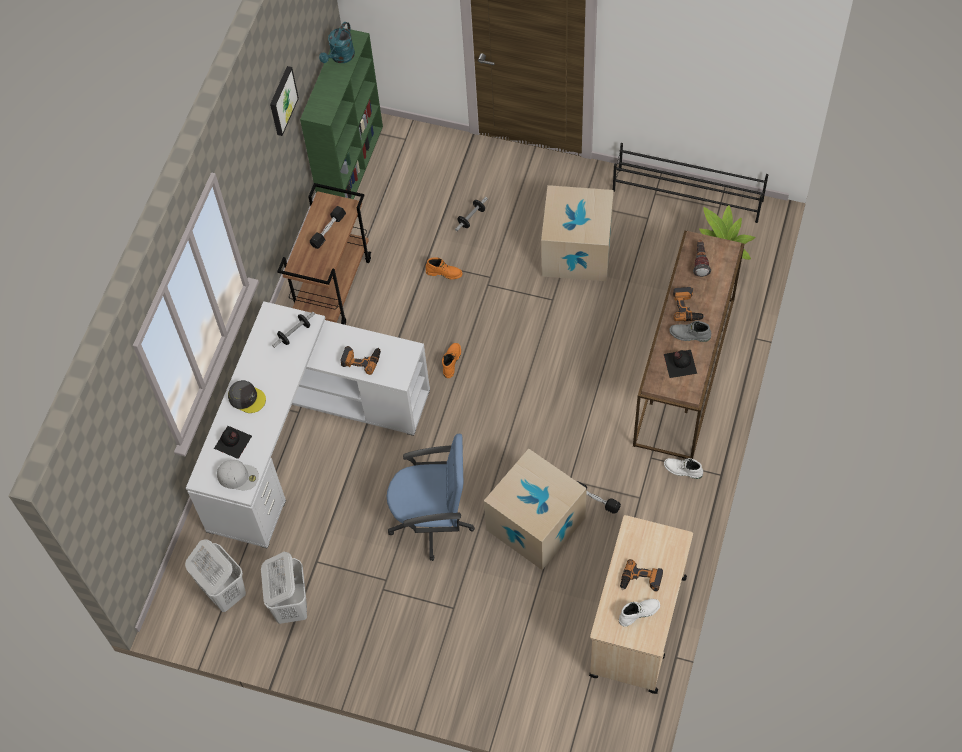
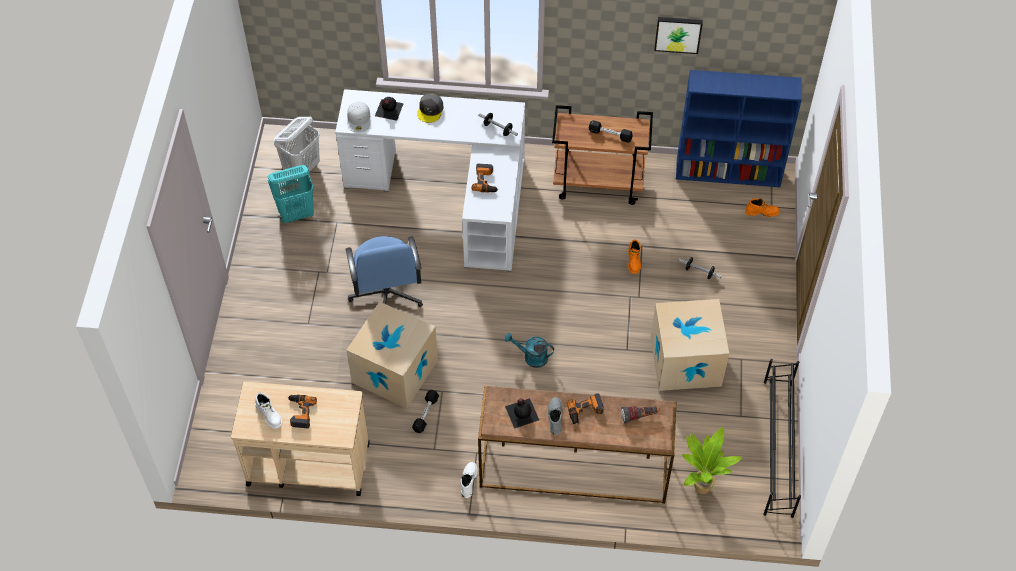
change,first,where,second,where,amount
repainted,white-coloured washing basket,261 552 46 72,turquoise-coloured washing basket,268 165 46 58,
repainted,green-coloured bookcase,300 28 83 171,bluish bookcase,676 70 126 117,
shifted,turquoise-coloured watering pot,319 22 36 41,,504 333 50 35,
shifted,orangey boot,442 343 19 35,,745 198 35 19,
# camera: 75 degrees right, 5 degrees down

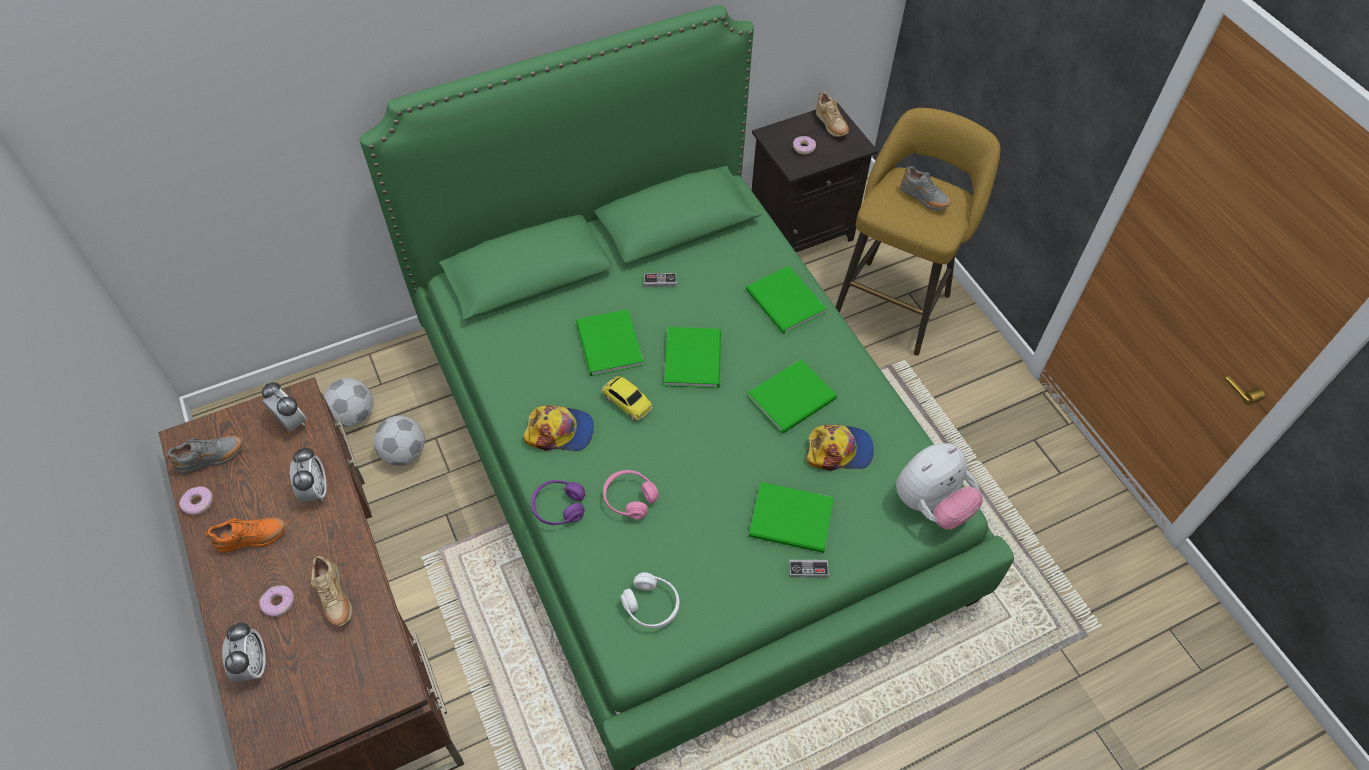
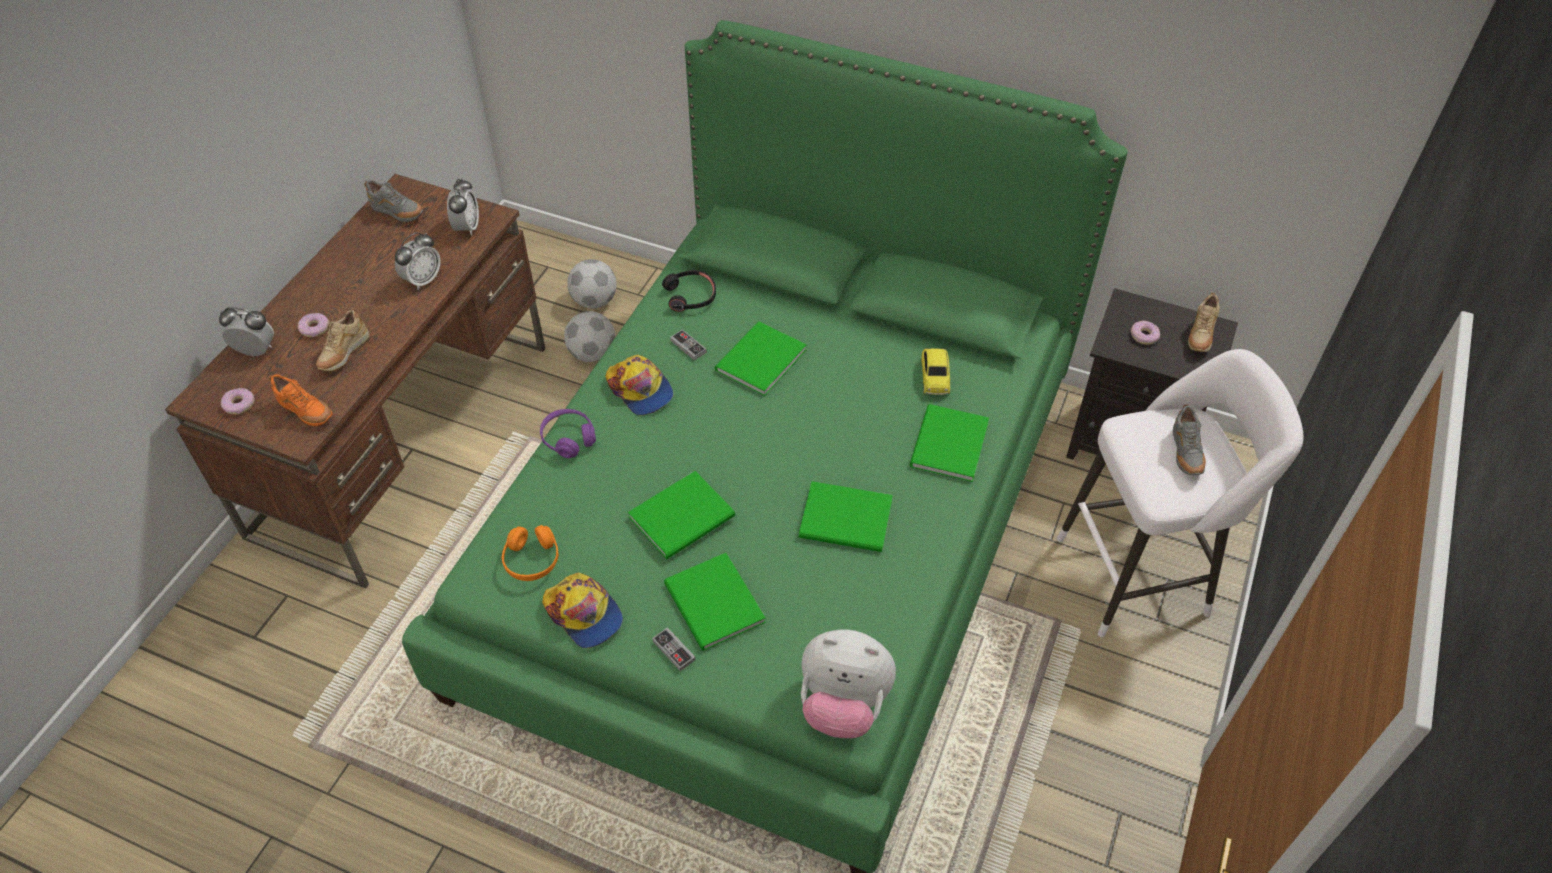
change,first,where,second,where,amount
shifted,donut,179 486 34 29,,221 388 34 27,
shifted,orangey item of footwear,206 517 80 36,,269 374 64 52,
rotated,bedside clock,222 623 44 60,,219 307 55 49,120 degrees counterclockwise
shifted,miniature car,602 376 51 45,,921 348 29 47,
gone,pinkish pair of headphones,603 470 56 49,,,
repainted,white-coloured pair of headphones,621 572 58 56,orangey pair of headphones,501 525 58 56,
shifted,joypad,644 273 33 14,,670 330 37 31,
shifted,green-coloured book,664 327 57 61,,628 471 107 88,
shifted,baseball cap,806 424 68 47,,542 572 81 76,
repainted,yellow sitting stool,836 108 165 248,white-coloured sitting stool,1057 349 247 288,
new,,,blackish pair of headphones,662 270 54 42,
# camera: 50 degrees right, 5 degrees down

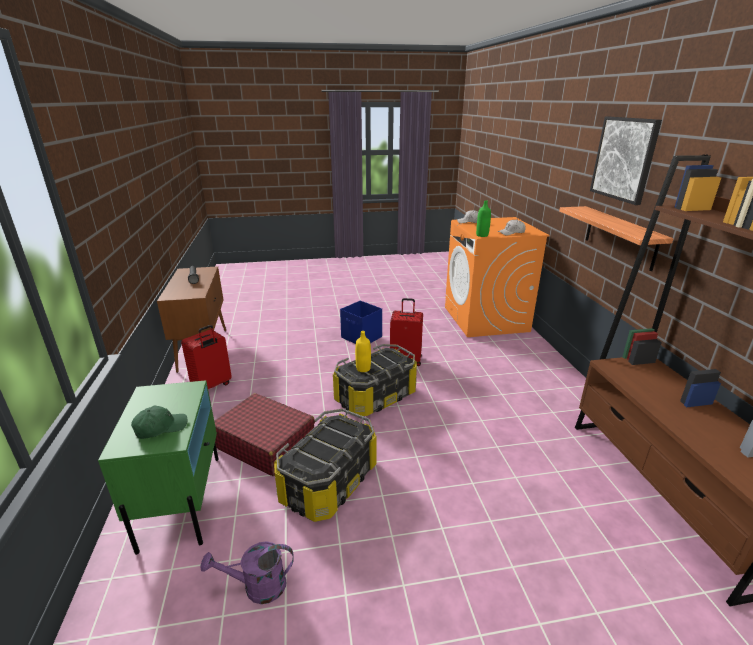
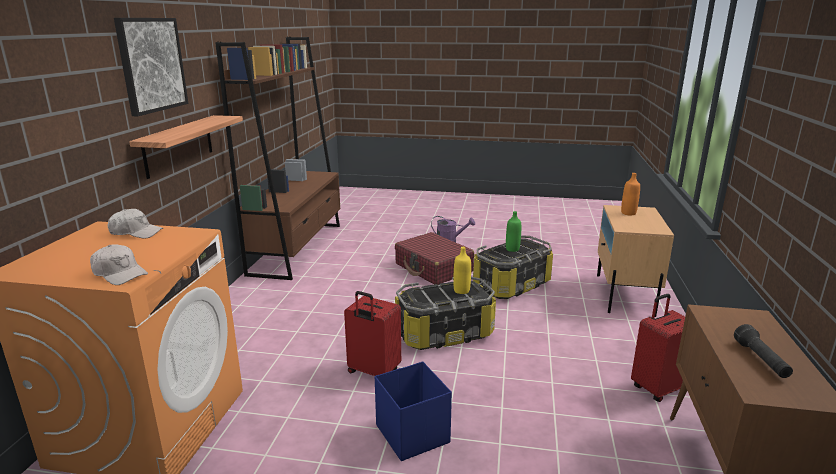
change,first,where,second,where,amount
repainted,green-coloured night table,98 380 121 175,sand-coloured night table,597 205 77 112,
swapped,green-coloured baseball cap,131 406 56 33,orangey bottle,621 173 19 42,
shifted,purplish watering pot,201 541 93 63,,431 216 44 26,
shifted,red suitcase,214 393 101 83,,395 232 79 53,
shifted,green-coloured bottle,476 200 15 37,,506 211 15 41,
# camera: 160 degrees left, 5 degrees down

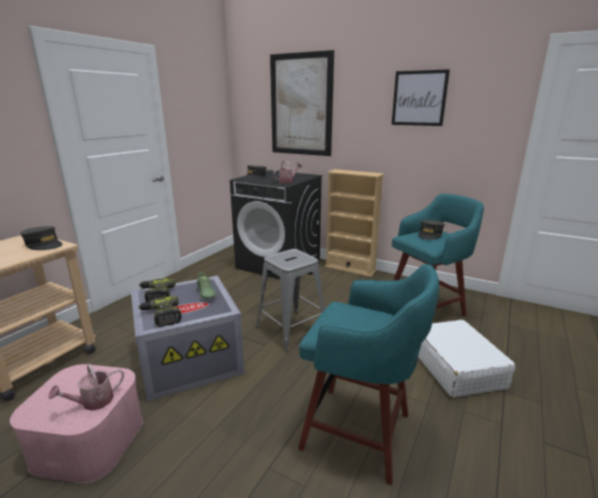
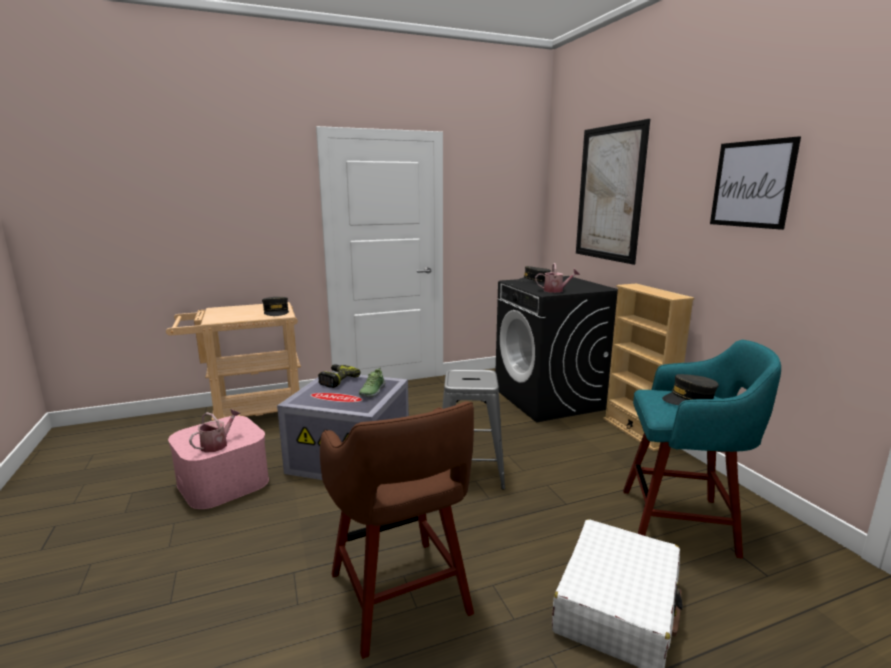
change,first,where,second,where,amount
rotated,watering pot,48 364 76 47,,189 409 52 44,120 degrees clockwise
gone,electric drill,138 296 44 31,,,
repainted,turquoise-coloured sitting stool,298 264 141 221,brown sitting stool,320 401 154 258,
# camera: 40 degrees right, 5 degrees down

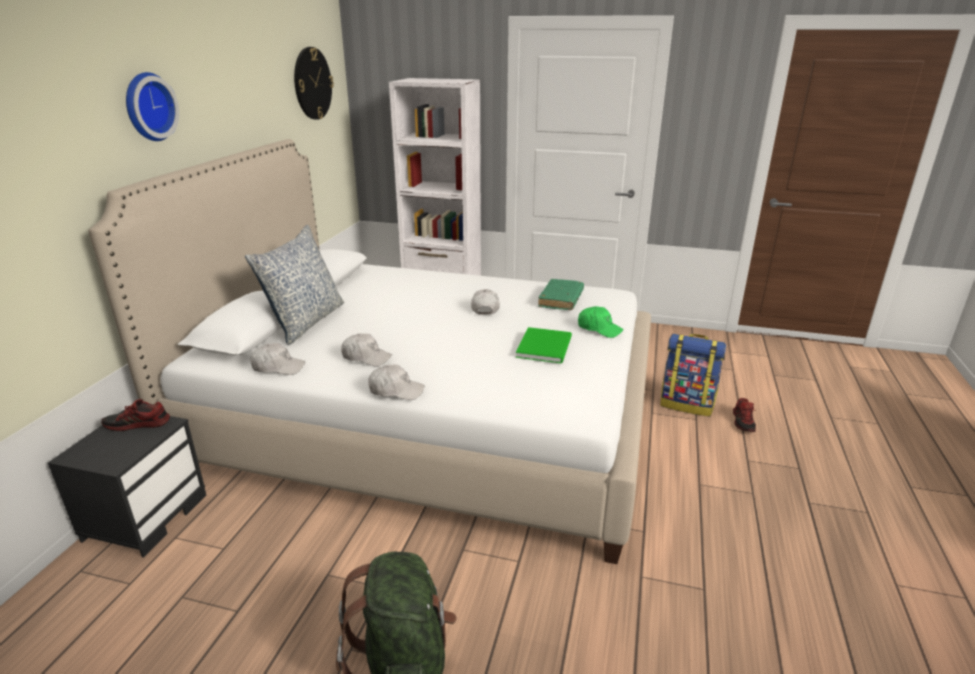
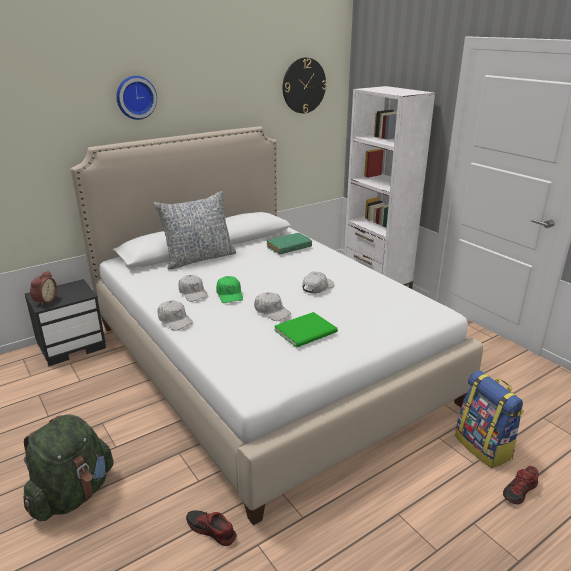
change,first,where,second,where,amount
shifted,item of footwear,101 399 69 32,,186 510 51 36,
shifted,white-coloured baseball cap,250 343 55 32,,254 292 37 29,
shifted,green-coloured book,538 279 46 31,,266 233 46 21,
shifted,green-coloured baseball cap,578 306 46 32,,216 276 27 27,
new,,,bedside clock,30 271 27 35,
# camera: 40 degrees right, 0 degrees up

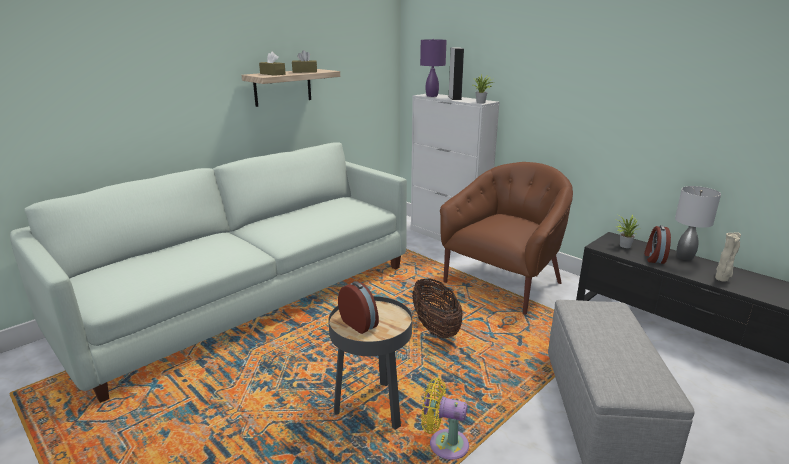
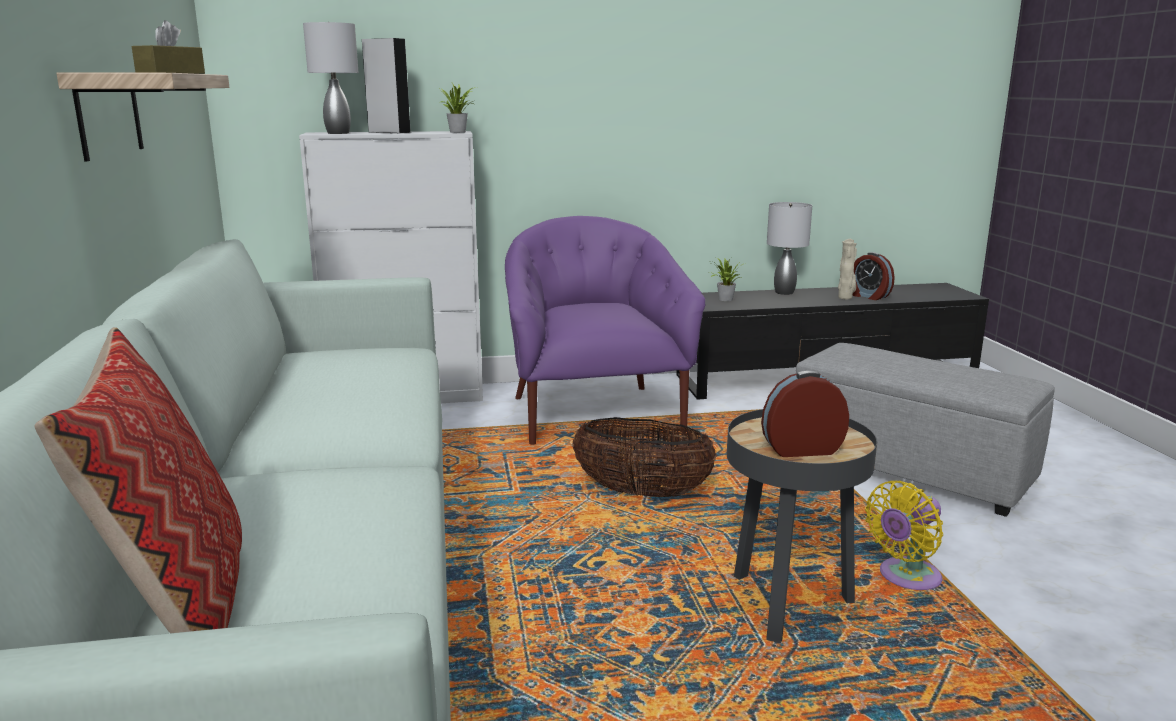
change,first,where,second,where,amount
gone,brown tissue holder,259 52 27 24,,,
repainted,purplish table lamp,420 39 27 58,gray table lamp,303 22 56 112,
repainted,brown lounge chair,440 162 133 153,purplish lounge chair,505 216 200 229,
shifted,bedside clock,644 225 27 39,,852 252 43 48,
new,,,throw pillow,34 327 208 306,
# camera: 55 degrees left, 5 degrees down

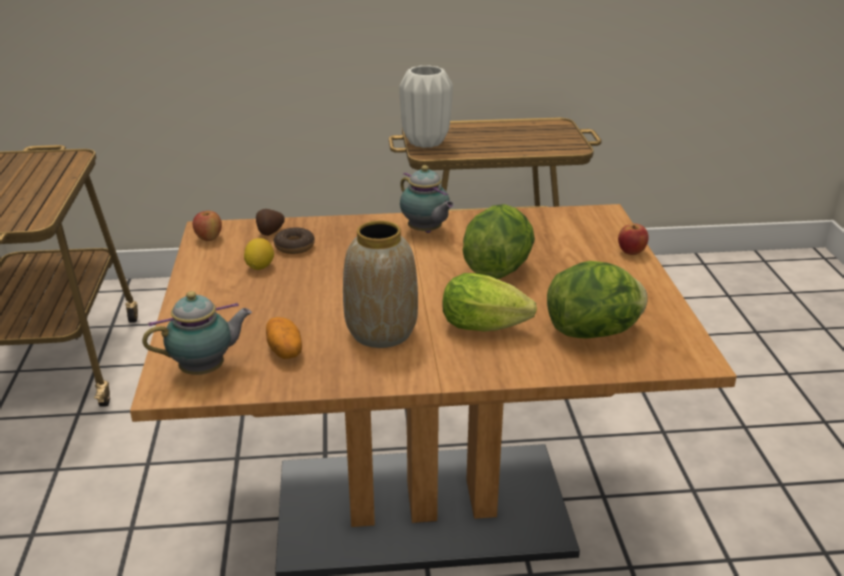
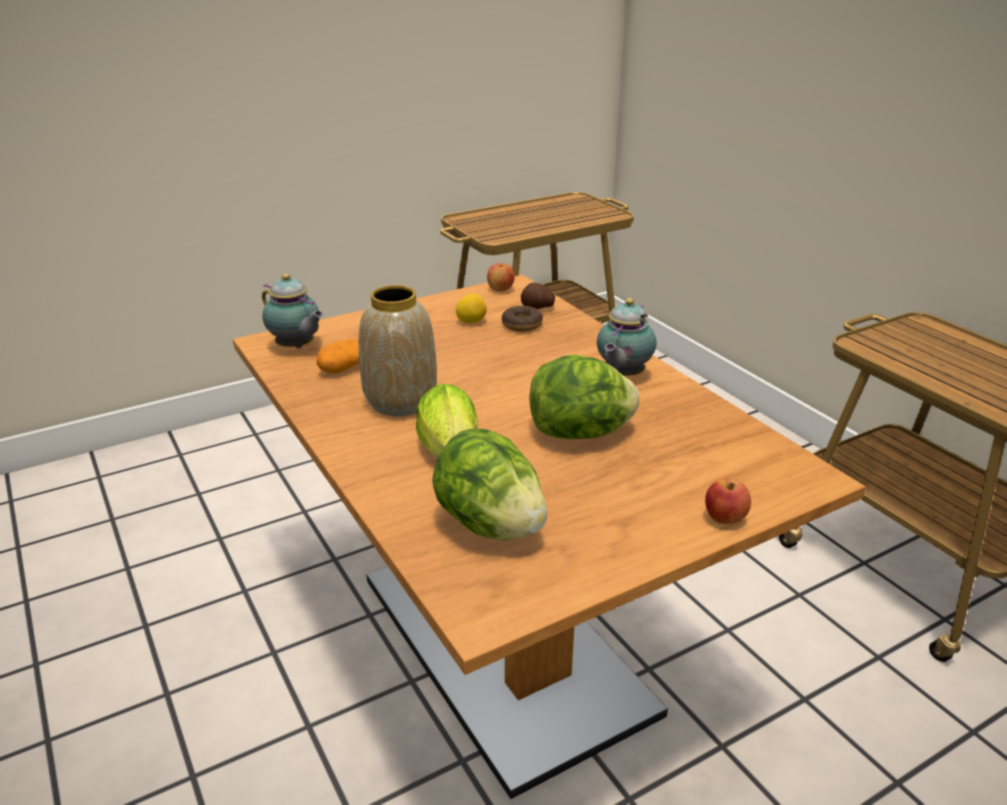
change,first,where,second,where,amount
gone,white-coloured flower vase,399 65 54 83,,,
# camera: 65 degrees right, 0 degrees up

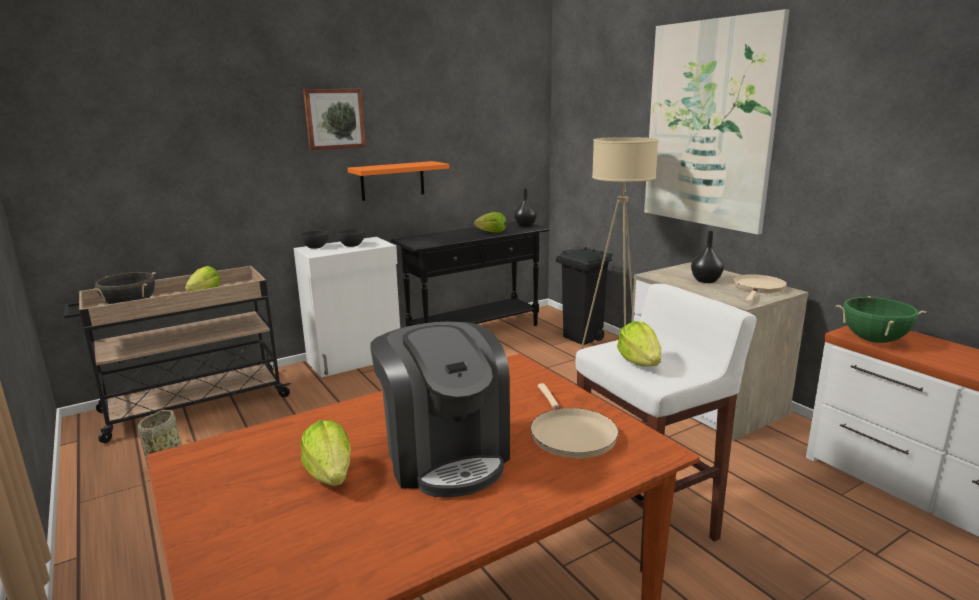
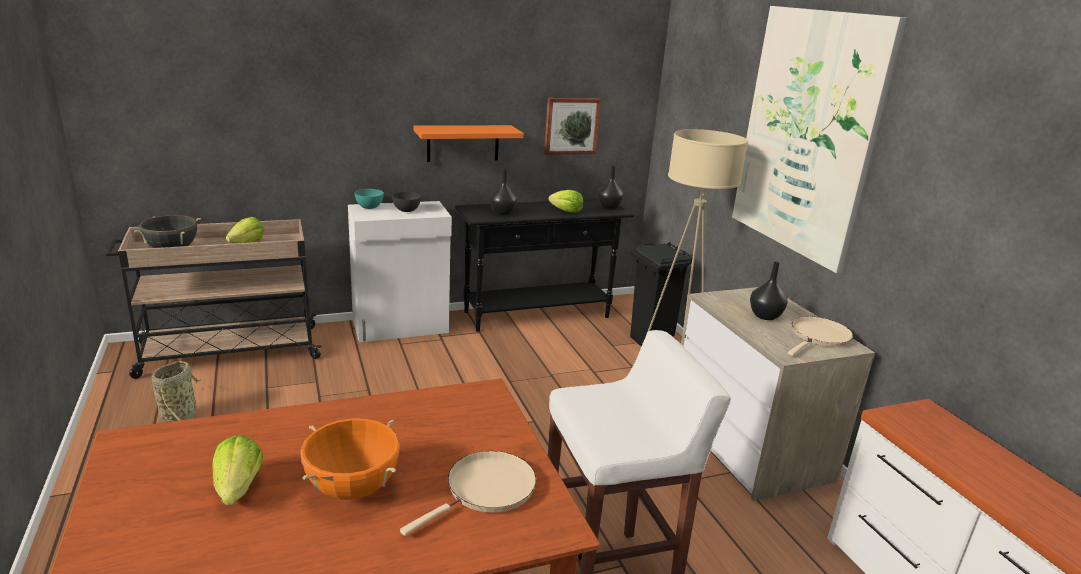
change,first,where,second,where,amount
repainted,gray deep dish,300 231 28 18,turquoise-coloured deep dish,354 189 30 20,
shifted,wall art,303 89 63 61,,544 98 57 57,
swapped,coffee machine,370 322 140 175,orangey cooking pot,301 418 99 82,
rotated,sand-coloured pan,530 383 89 75,,400 451 136 85,135 degrees counterclockwise
gone,lettuce,617 321 44 46,,,
gone,green-coloured cooking pot,836 296 90 47,,,
new,,,blackish flower vase,490 169 27 46,
# camera: 10 degrees right, 5 degrees up

